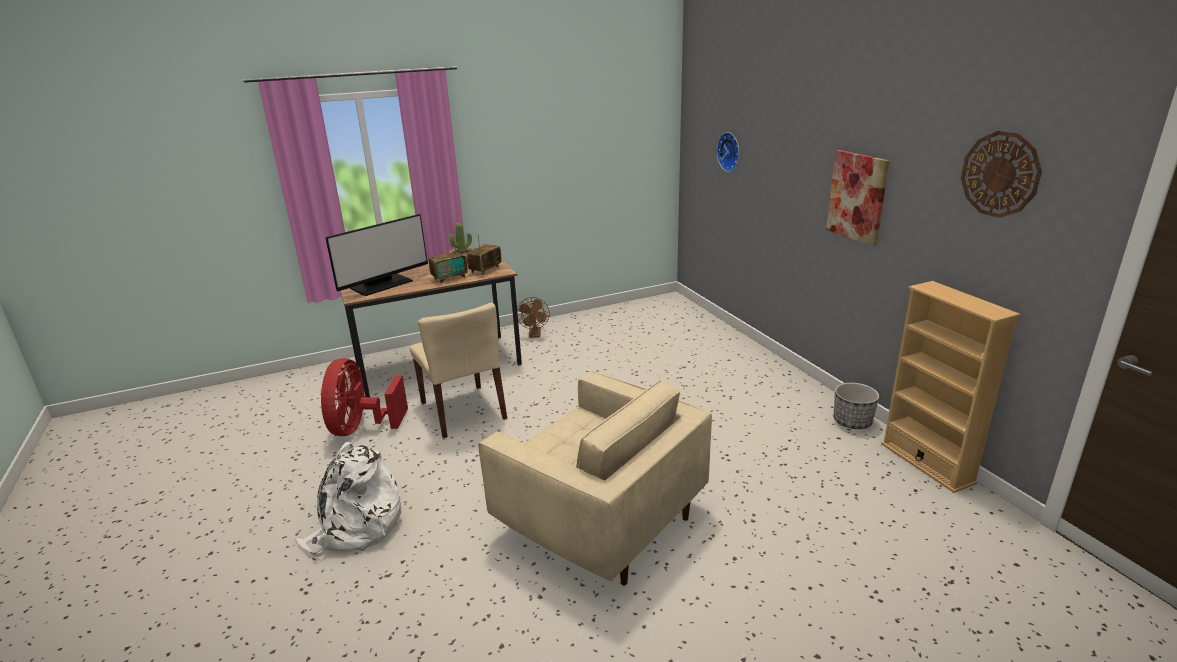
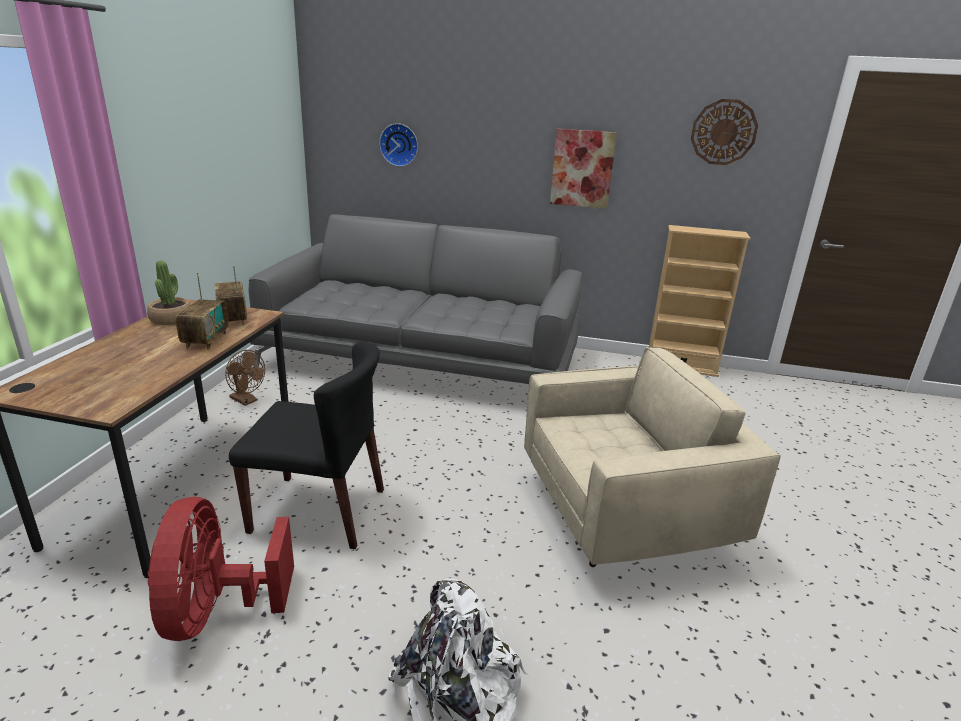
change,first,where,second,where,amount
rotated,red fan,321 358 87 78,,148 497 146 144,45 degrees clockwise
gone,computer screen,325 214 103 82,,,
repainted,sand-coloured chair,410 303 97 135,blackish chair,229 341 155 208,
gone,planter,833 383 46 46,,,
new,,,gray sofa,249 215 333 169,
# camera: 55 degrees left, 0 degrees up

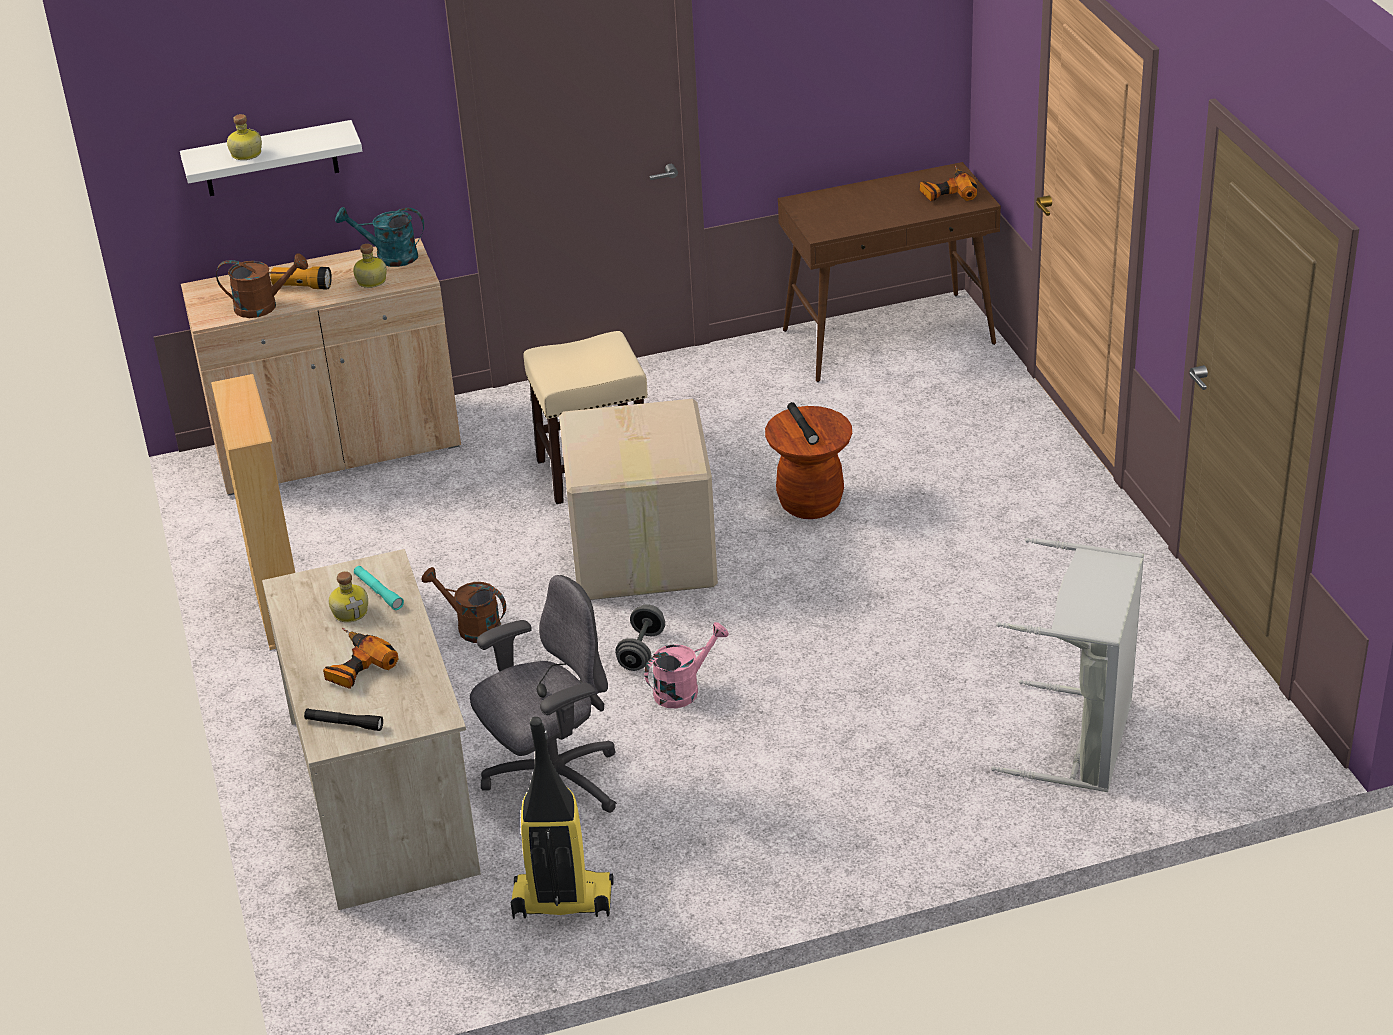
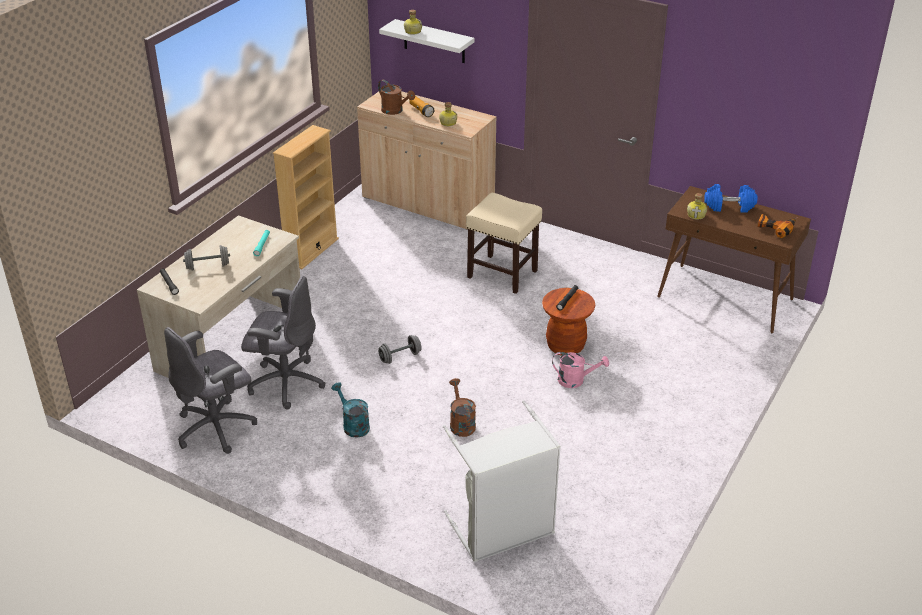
change,first,where,second,where,amount
swapped,electric drill,323 628 75 61,gray free weight,183 245 47 25,
shifted,bottle,329 571 39 51,,687 193 20 26,
shifted,turquoise-coloured watering pot,335 207 89 60,,331 382 39 56,
shifted,brown watering pot,421 567 85 76,,449 378 27 59,
swapped,vacuum,511 717 103 202,gray desk chair,164 327 93 127,
gone,cardboard box,559 399 159 201,,,
shifted,pinkish watering pot,644 622 85 86,,552 352 57 36,
new,,,bluish free weight,704 184 53 29,
# camera: 45 degrees right, 0 degrees up

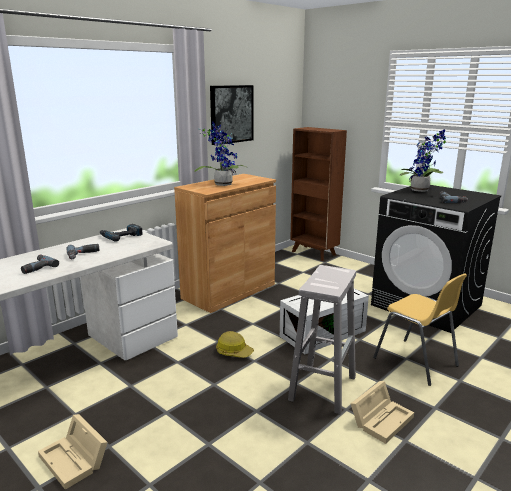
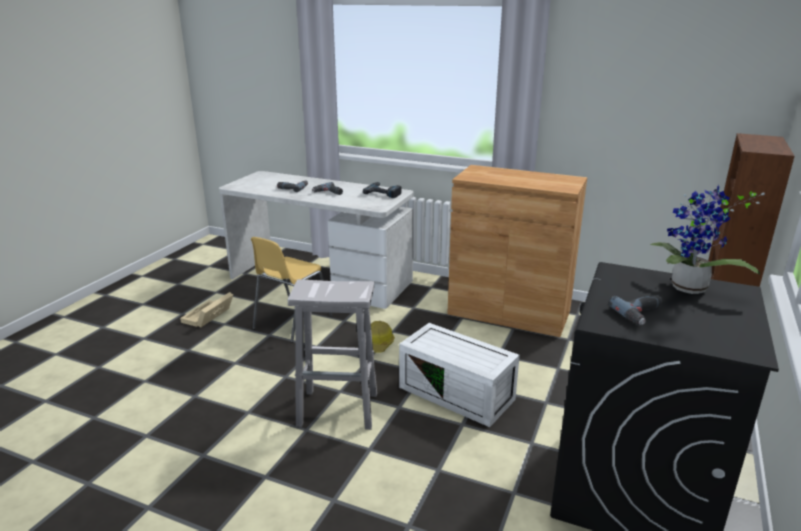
change,first,where,second,where,amount
gone,plant in a pot,194 122 54 64,,,
gone,wall art,210 85 43 60,,,
gone,sand-coloured storage box,351 381 63 63,,,
shifted,yellow chair,373 273 94 113,,251 237 81 106,
# camera: 70 degrees right, 5 degrees up

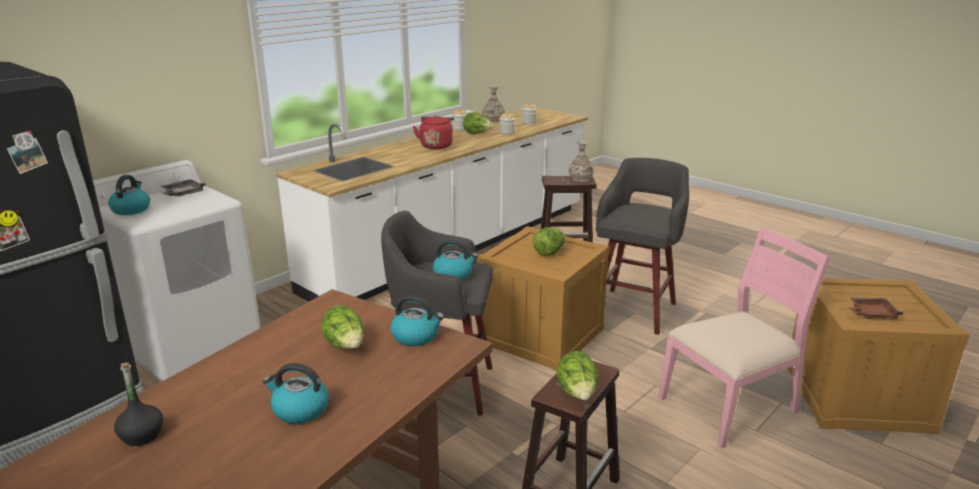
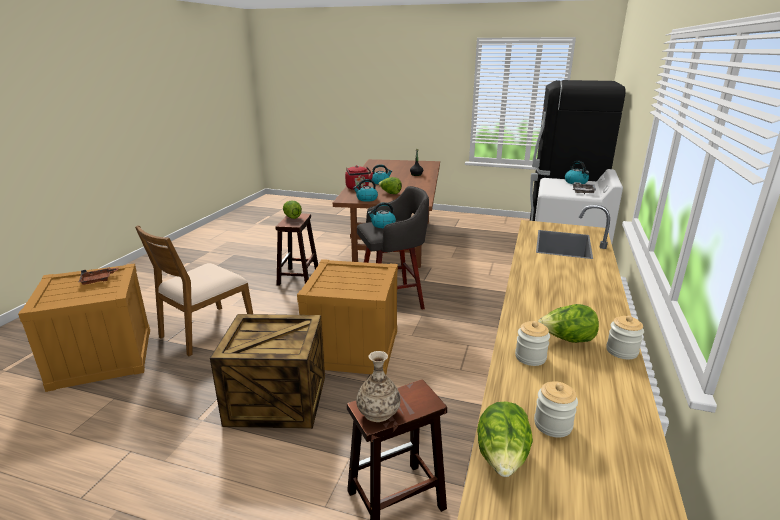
change,first,where,second,where,amount
shifted,red kettle,413 115 41 34,,345 165 28 25,
gone,flower vase,482 85 23 38,,,
shifted,lettuce,533 227 32 29,,477 401 56 76,
swapped,gray sitting stool,596 158 93 177,crate,210 314 115 115,
repainted,pinkish chair,658 228 172 221,brown chair,135 225 118 131,
# camera: 155 degrees right, 0 degrees up

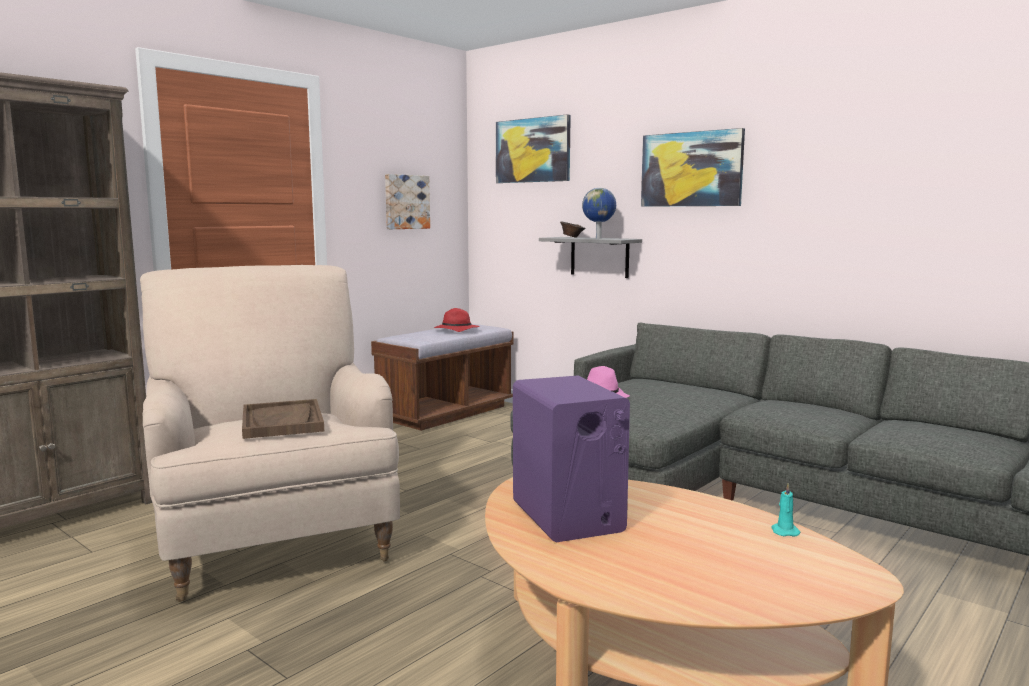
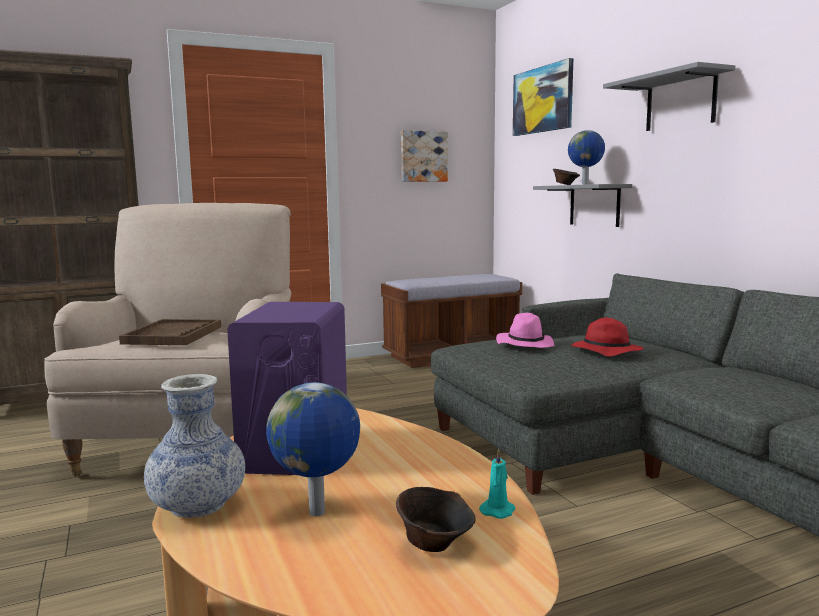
change,first,where,second,where,amount
shifted,red clothing hat,434 308 46 24,,571 317 73 39,
swapped,wall art,641 128 104 79,gray bracket shelf,603 62 132 69,
new,,,flower vase,144 374 101 144,
new,,,desk globe,266 382 94 134,
new,,,brown deep dish,396 487 80 65,
# camera: 25 degrees right, 0 degrees up

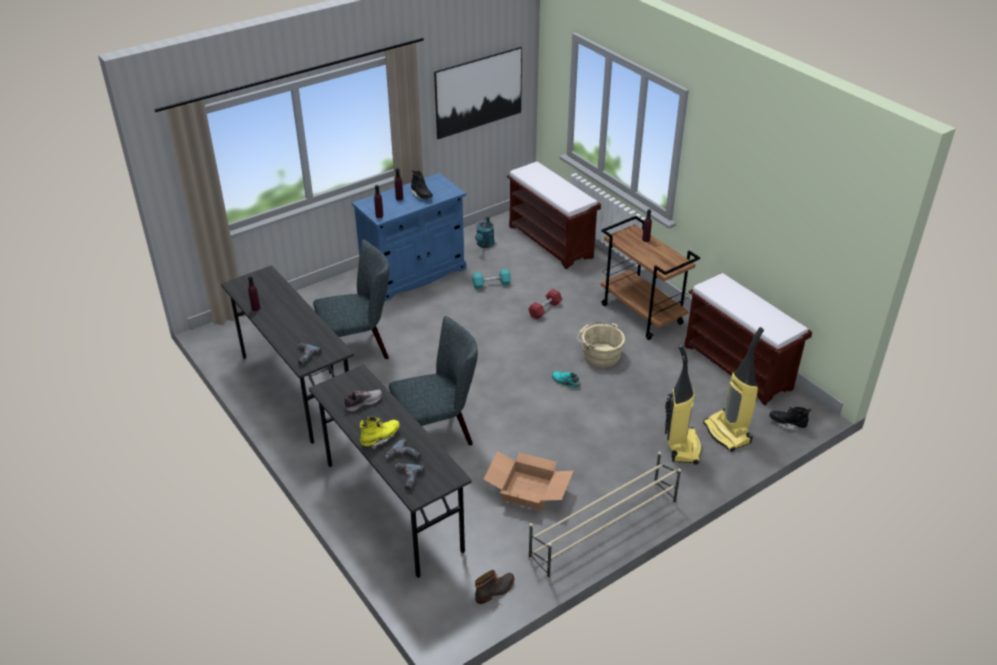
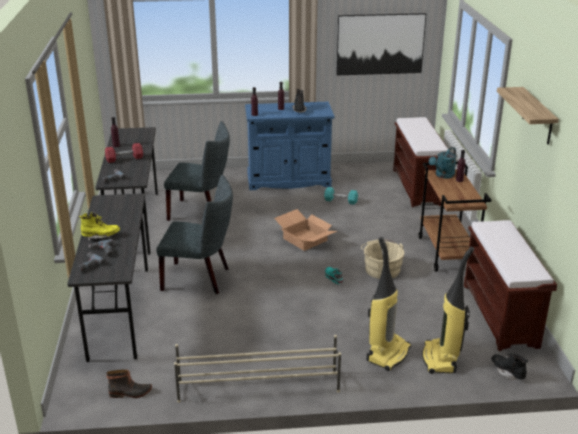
change,first,where,second,where,amount
gone,item of footwear,343 390 39 21,,,
shifted,turquoise-coloured watering pot,475 217 19 31,,429 147 27 31,
shifted,cardboard box,484 451 89 60,,274 209 63 42,
shifted,red free weight,528 289 34 30,,105 143 38 20,
new,,,bracket shelf,497 87 62 58,
# camera: 30 degrees right, 10 degrees down

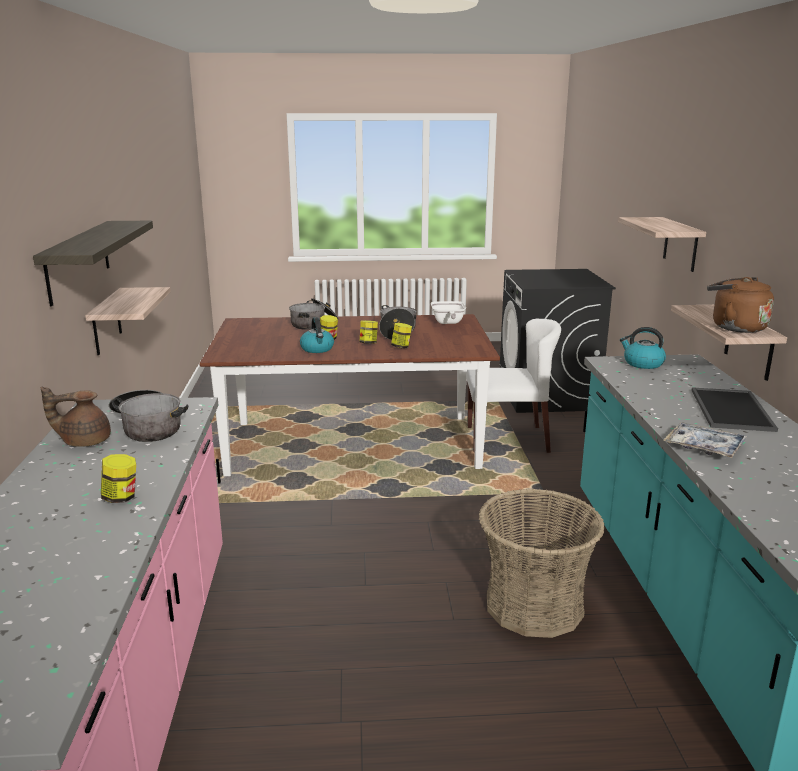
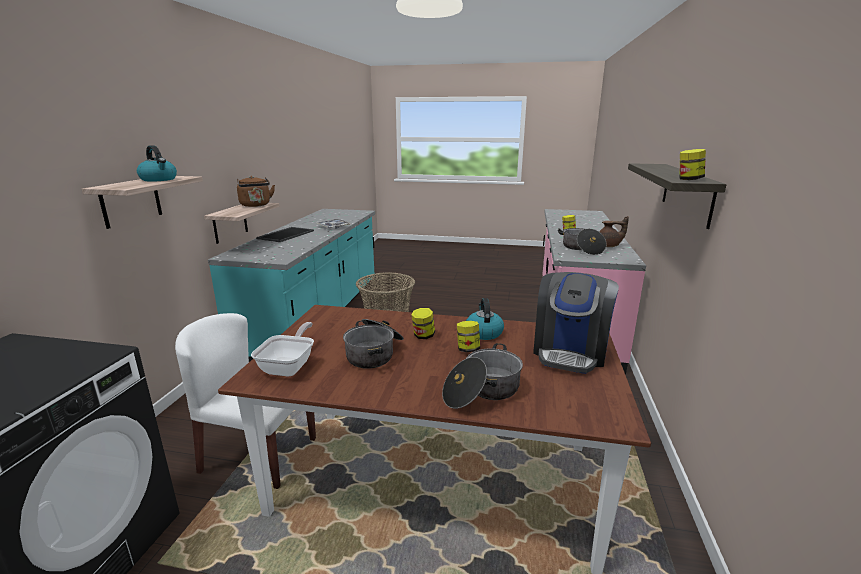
change,first,where,second,where,amount
gone,bracket shelf,85 287 86 68,,,
shifted,storage jar,391 323 21 25,,679 149 27 31,
shifted,kettle,620 327 46 42,,137 145 40 37,
new,,,coffee machine,533 272 86 102,
# camera: 165 degrees left, 0 degrees up

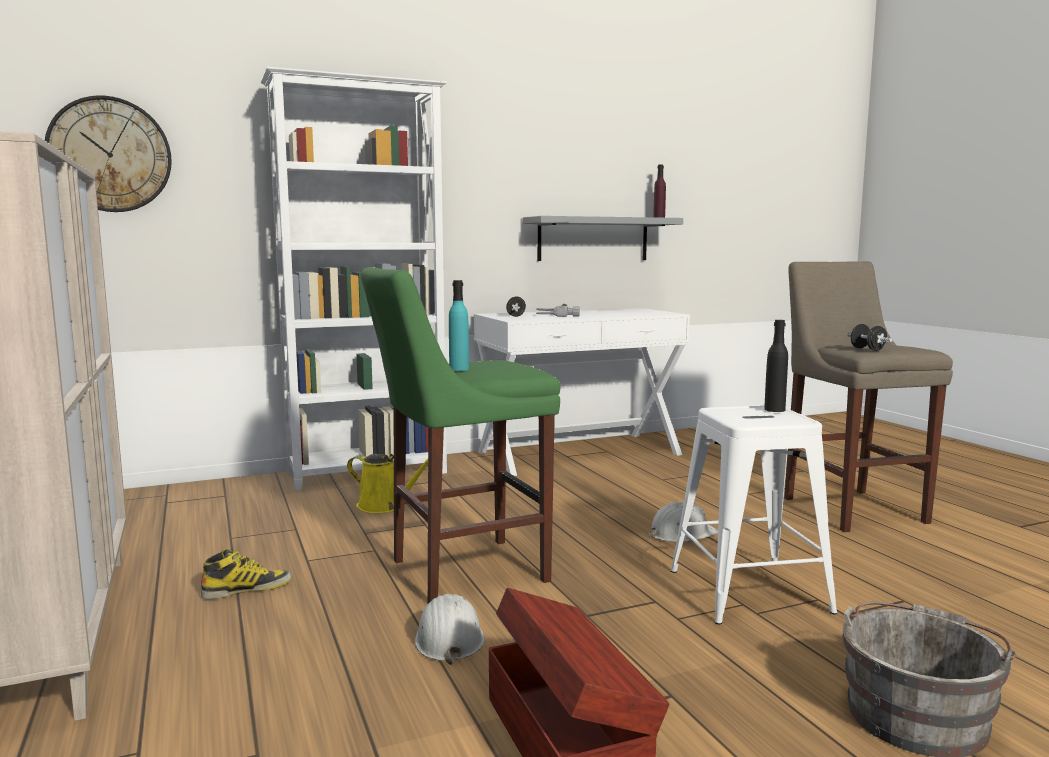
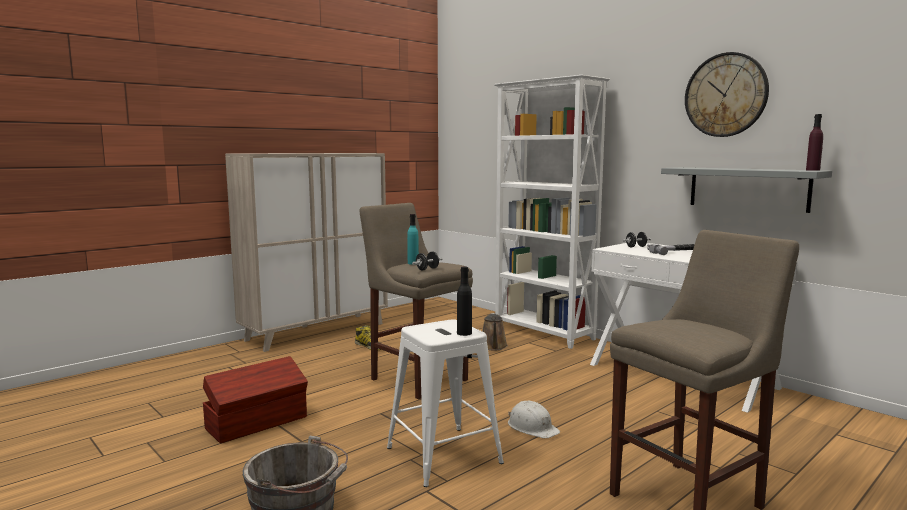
change,first,where,second,where,amount
shifted,wall clock,45 96 127 116,,685 52 84 85,
repainted,yellow watering pot,347 454 81 59,brown watering pot,482 313 26 38,
repainted,green-coloured sitting stool,361 267 199 336,sand-coloured sitting stool,360 203 113 196,
gone,white-coloured hard hat,415 594 69 71,,,
shifted,blackish free weight,847 324 45 27,,412 252 30 19,
# camera: 70 degrees right, 0 degrees up

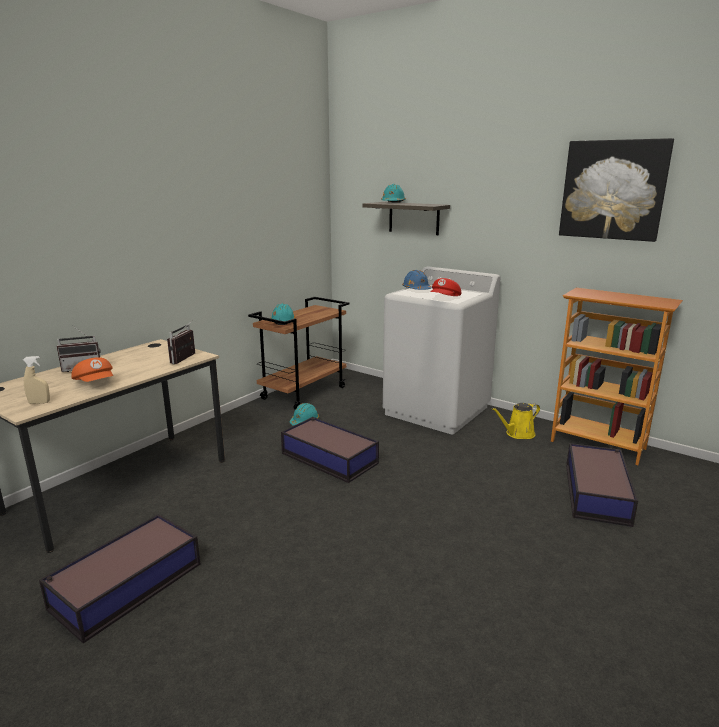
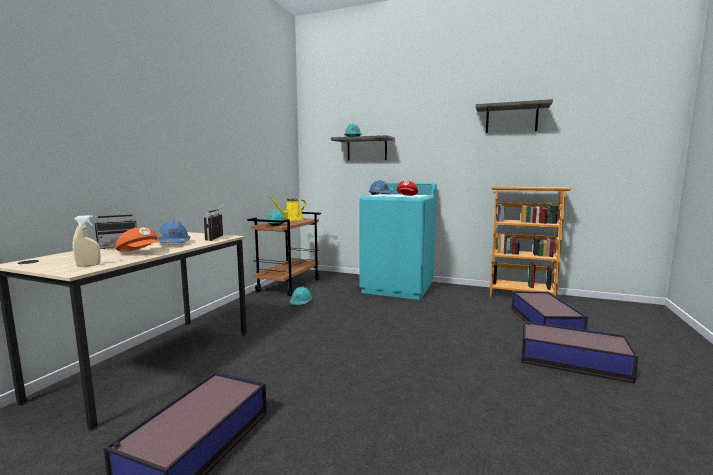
change,first,where,second,where,amount
shifted,storage box,281 417 98 66,,522 321 117 63,
repainted,white-coloured laundry machine,383 266 118 168,turquoise-coloured laundry machine,359 182 78 118,
shifted,yellow watering pot,491 403 49 36,,269 197 37 24,
swapped,wall art,559 138 115 104,bracket shelf,476 99 77 34,
new,,,bluish hard hat,157 220 33 23,
# camera: 15 degrees left, 10 degrees down

